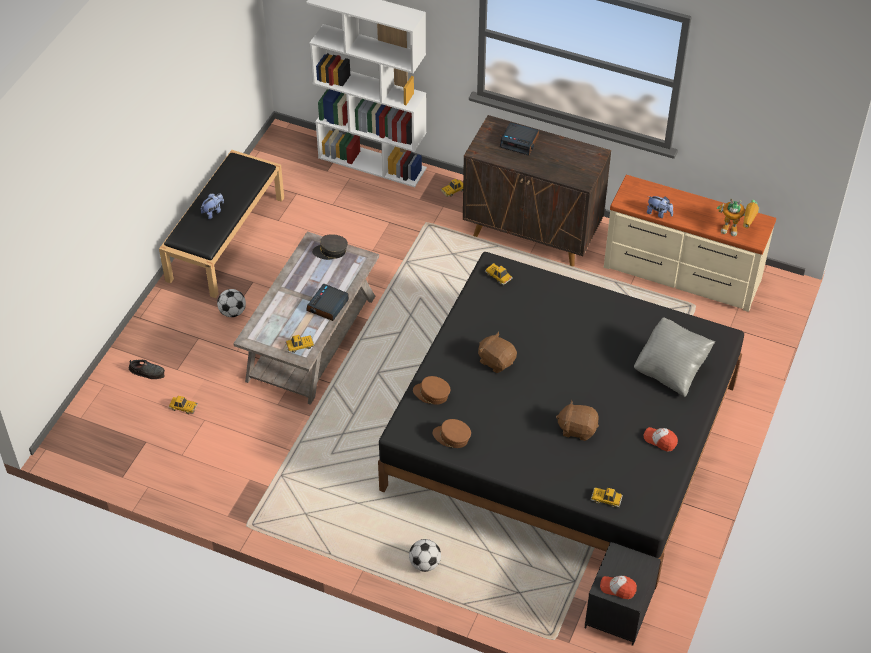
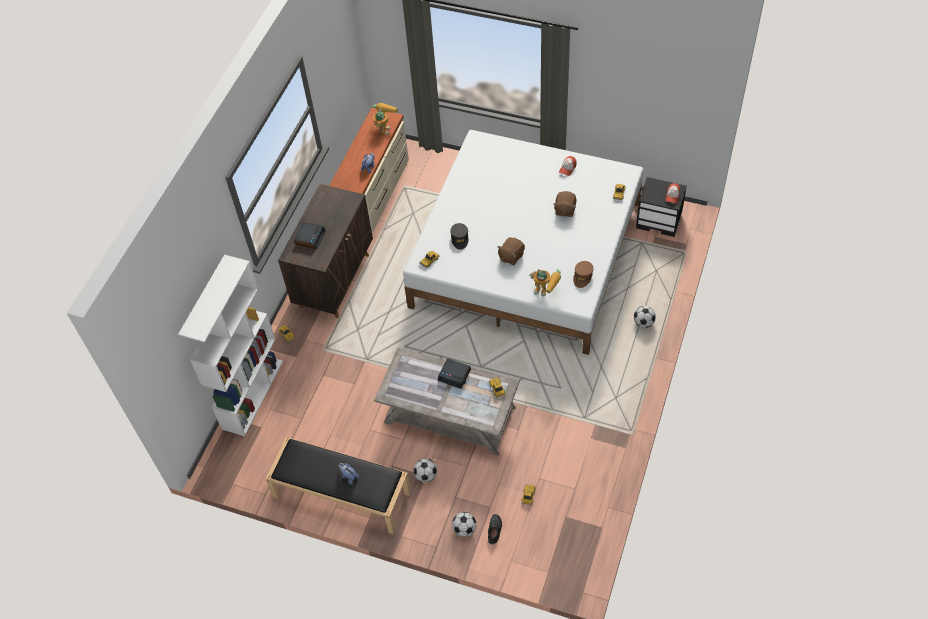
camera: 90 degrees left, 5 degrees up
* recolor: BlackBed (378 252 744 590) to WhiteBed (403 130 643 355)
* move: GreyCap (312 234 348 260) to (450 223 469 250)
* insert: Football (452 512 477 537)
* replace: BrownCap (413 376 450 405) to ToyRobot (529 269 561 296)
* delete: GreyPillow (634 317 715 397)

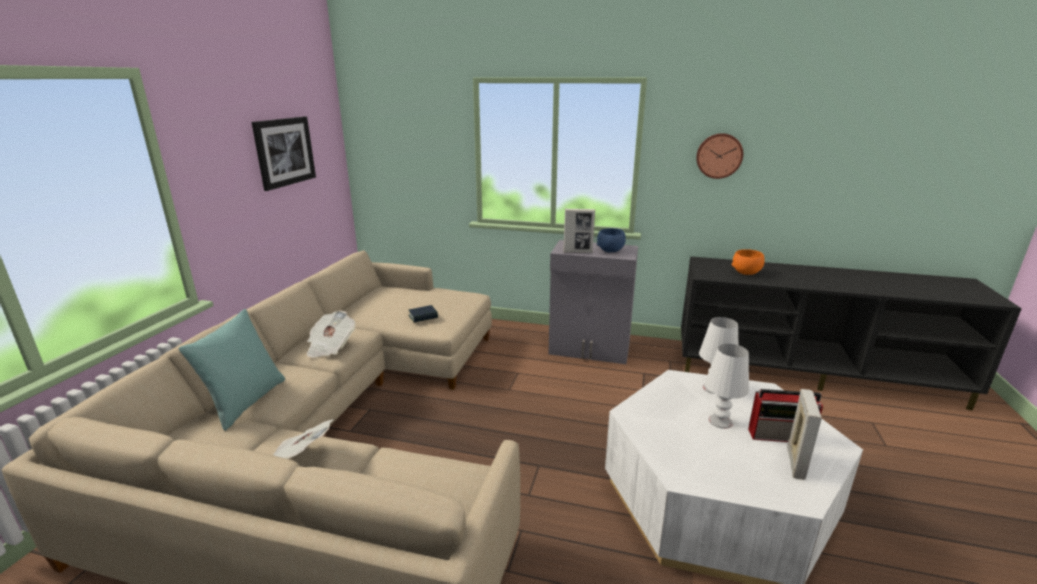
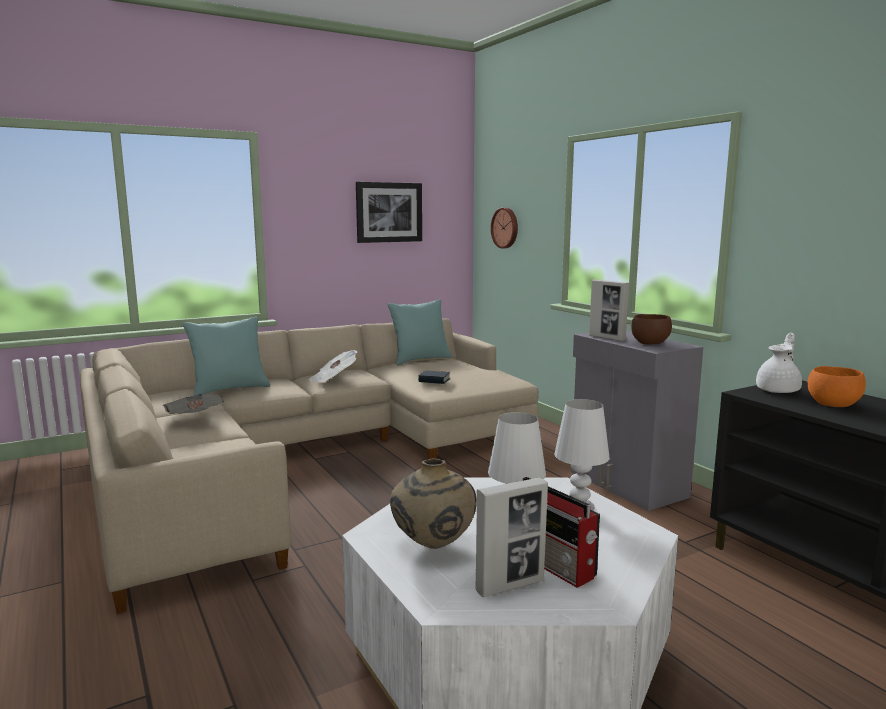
camera: 45 degrees right, 10 degrees down
* insert: TurquoisePillow (387 300 452 365)
* insert: BeigeVase (390 459 477 549)
* move: WallClock (696 133 743 179) to (491 208 518 249)
* recolor: BlueBowl (596 228 626 252) to BrownBowl (631 314 672 344)
* insert: WhiteTeapot (756 332 802 393)

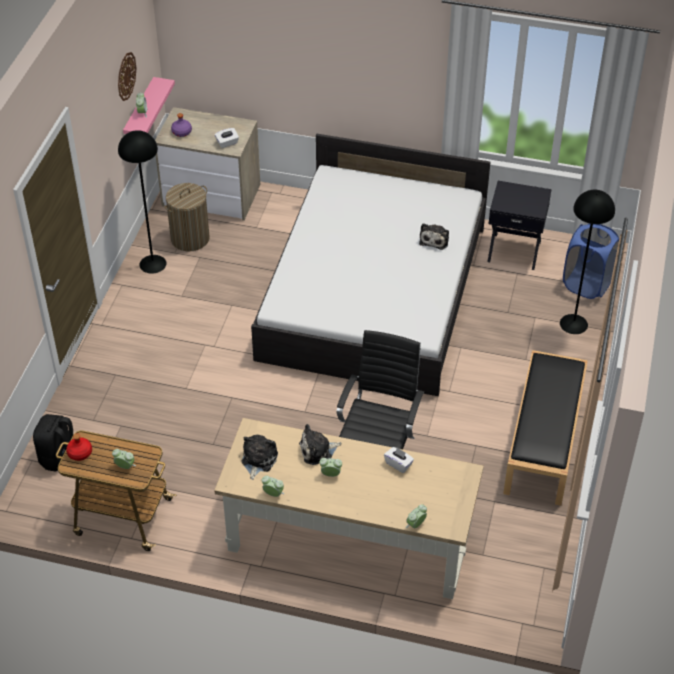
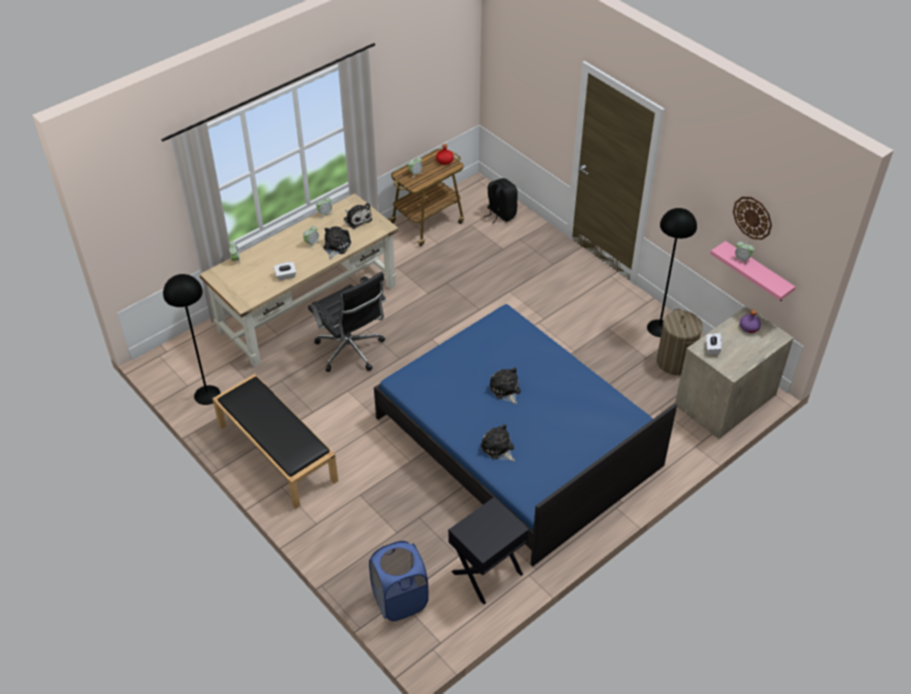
camera: 125 degrees right, 0 degrees up
* move: BlackFloorLamp (560 190 615 334) to (163 274 221 405)
* recolor: WhiteBed (251 134 491 396) to BlueBed (374 304 677 566)
* insert: PlushToy (490 367 521 404)

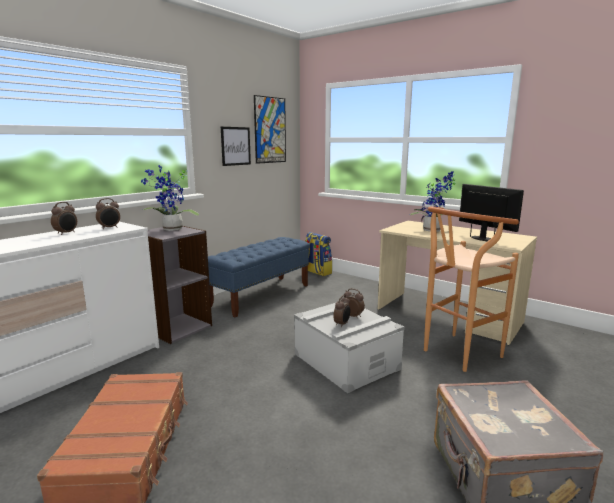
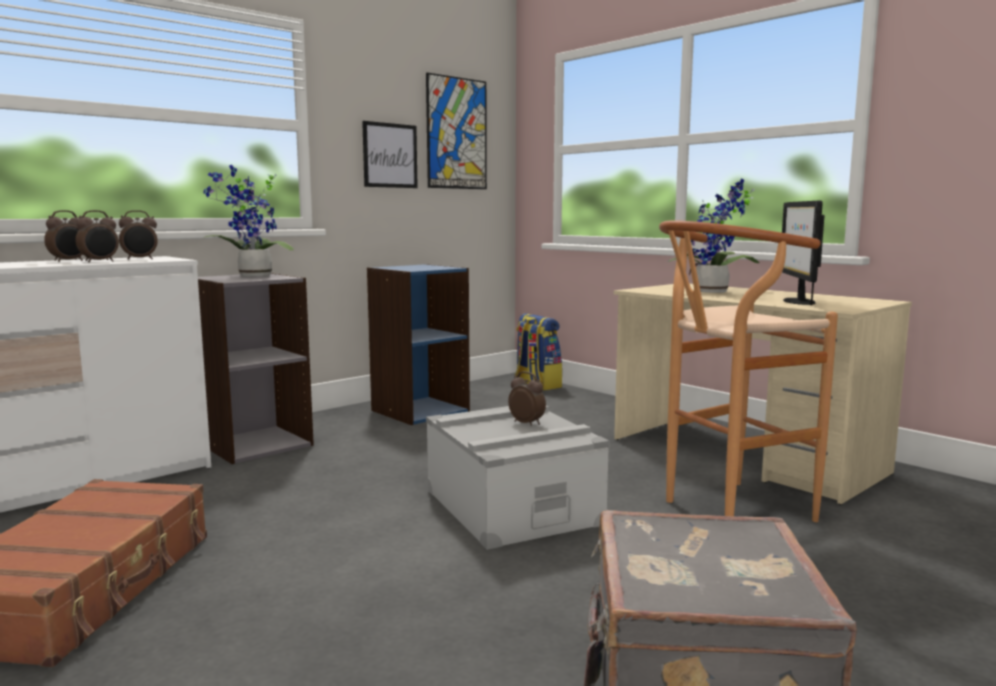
camera: 10 degrees right, 5 degrees down
* move: AlarmClock (333 295 350 328) to (75 210 119 262)
* replace: BlueBench (208 237 310 317) to BlueBookcase (367 264 470 425)
* rotate: Monitor (459 184 524 241) = (782 200 824 305) 150 degrees counterclockwise

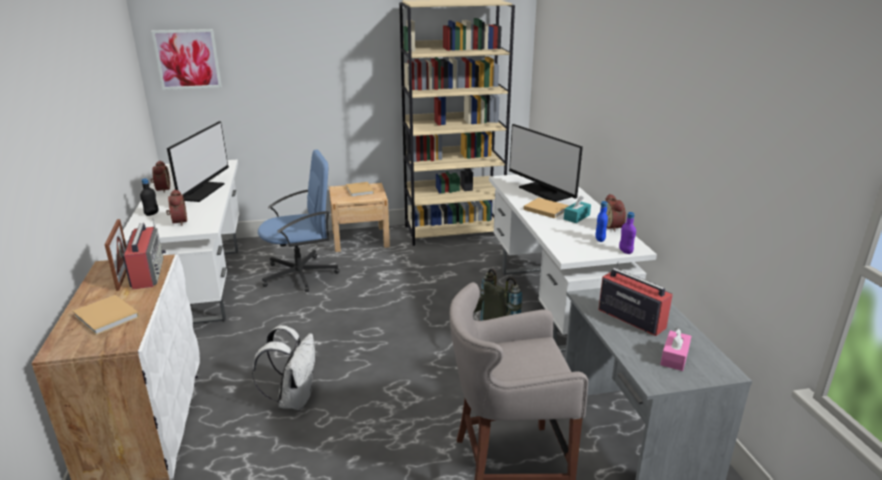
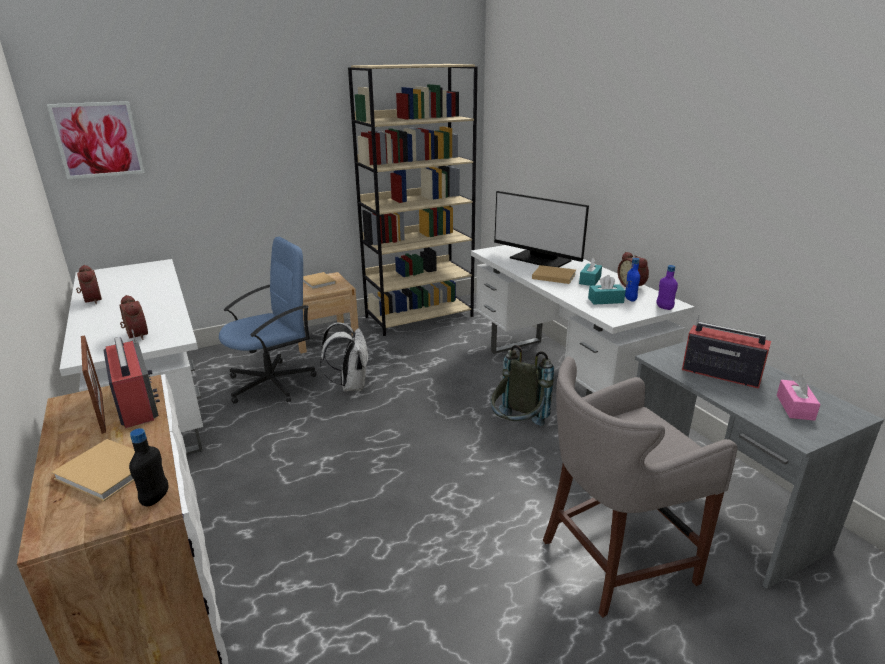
camera: 15 degrees left, 0 degrees up
* move: BlackBottle (140 178 159 216) to (129 428 169 506)
* move: WhiteBackpack (252 325 315 410) to (320 322 369 391)
* insert: TurquoiseTissueBox (588 275 626 305)
* delete: Monitor (167 121 229 202)

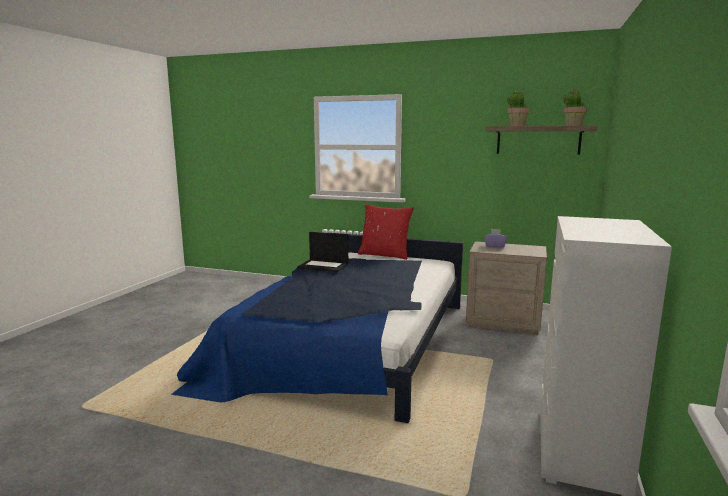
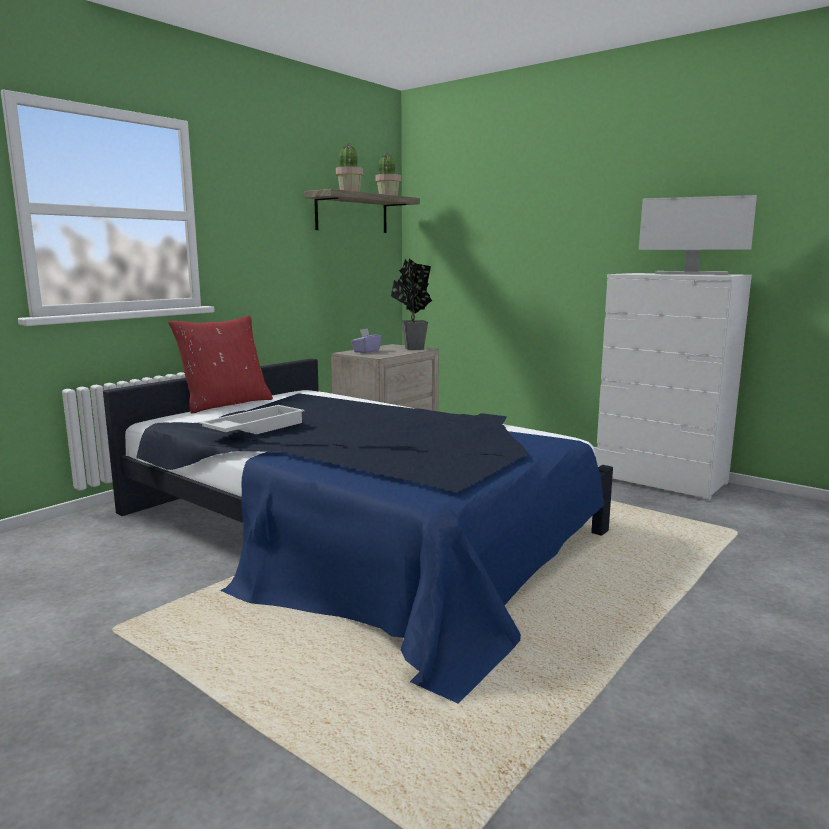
camera: 70 degrees left, 0 degrees up
* replace: Laptop (297 232 348 272) to WhiteTray (199 405 305 434)
* insert: PottedPlant (391 259 432 350)
* insert: Monitor (639 195 757 275)

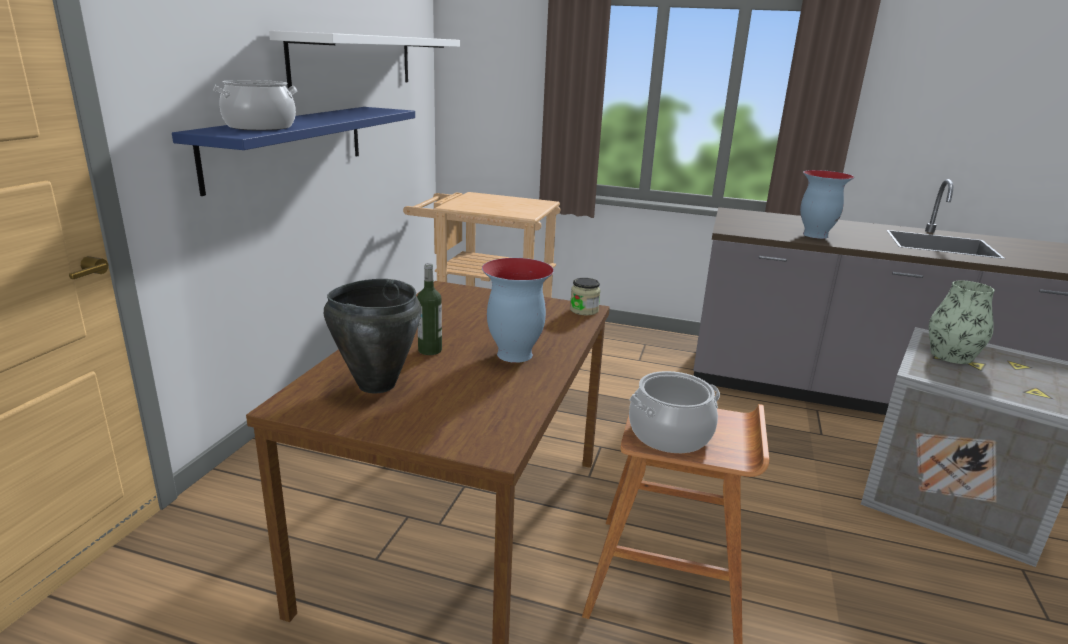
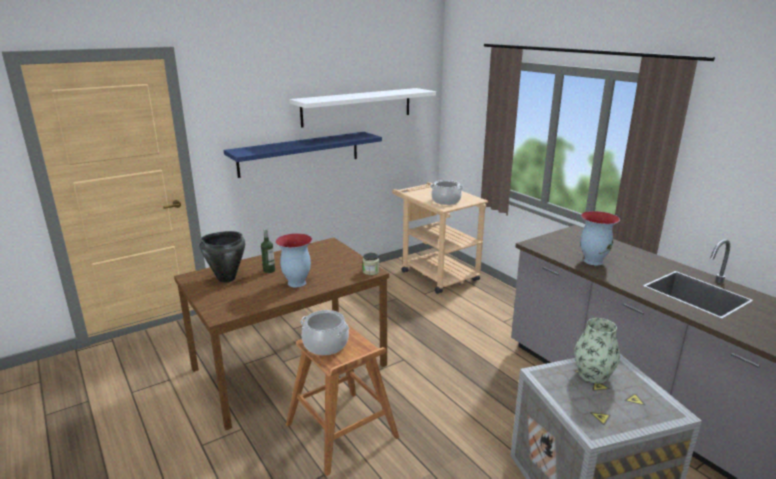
camera: 40 degrees right, 0 degrees up
* move: CookingPot (213 80 298 131) to (430 180 464 205)

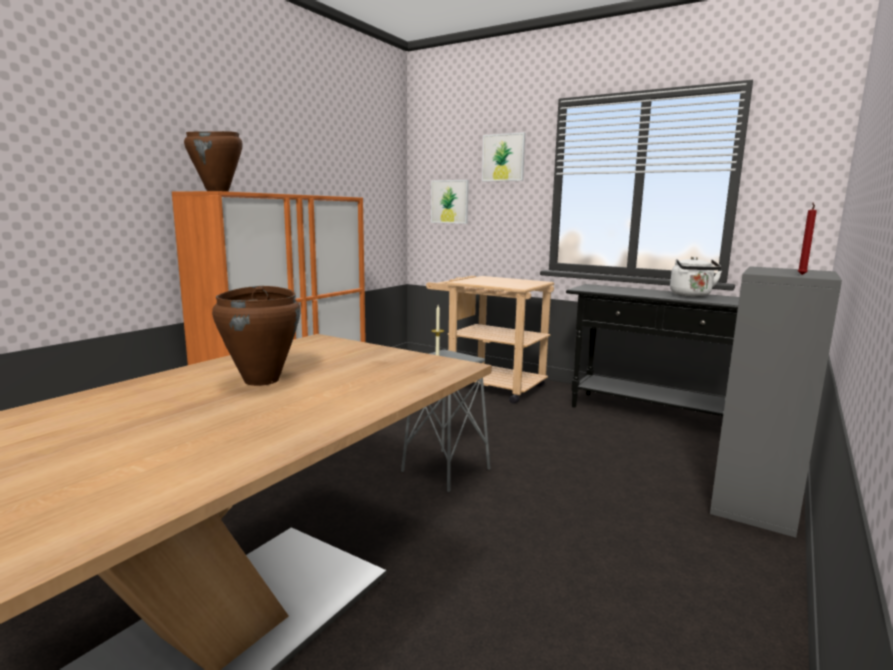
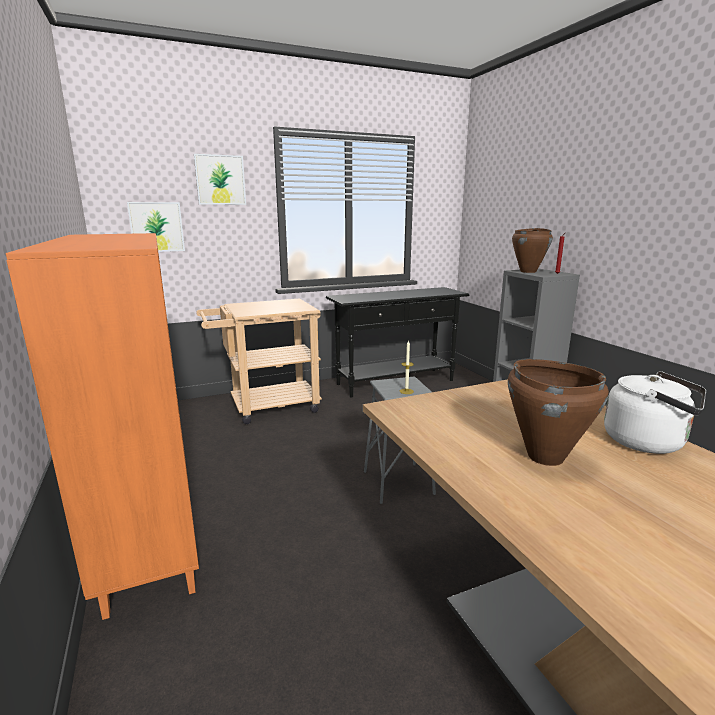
camera: 55 degrees left, 5 degrees up
* move: BrownCookingPot (184 131 243 192) to (512 228 553 273)
* move: WhiteKettle (670 257 722 297) to (604 371 706 454)

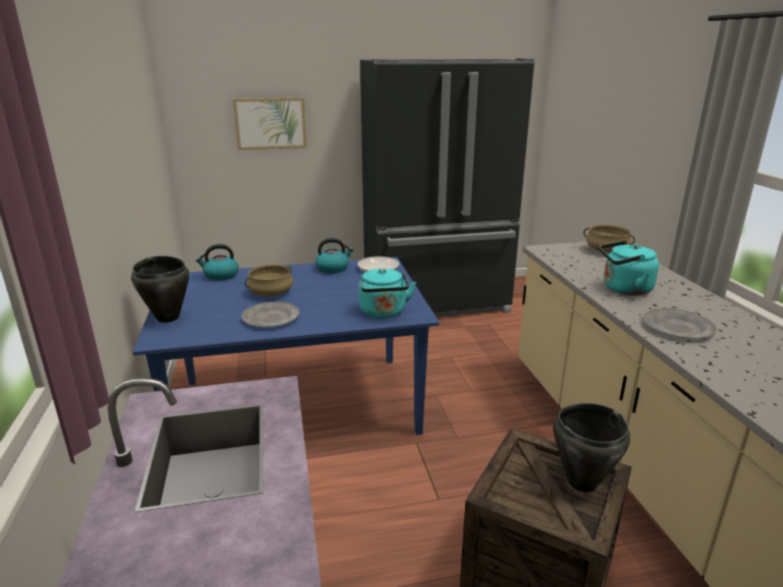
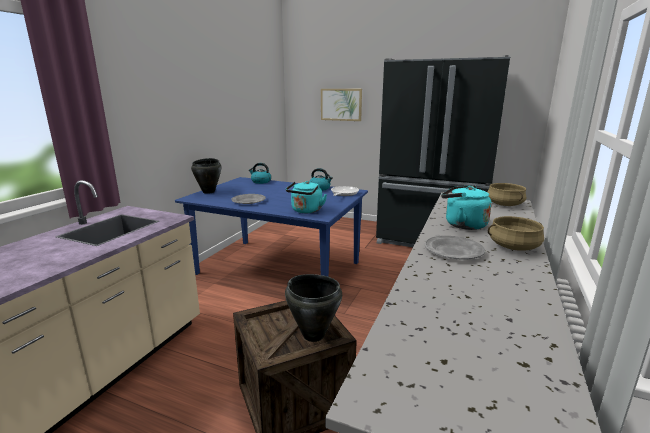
camera: 35 degrees right, 5 degrees down
* move: BeigeCookingPot (244 265 293 296) to (488 216 544 251)

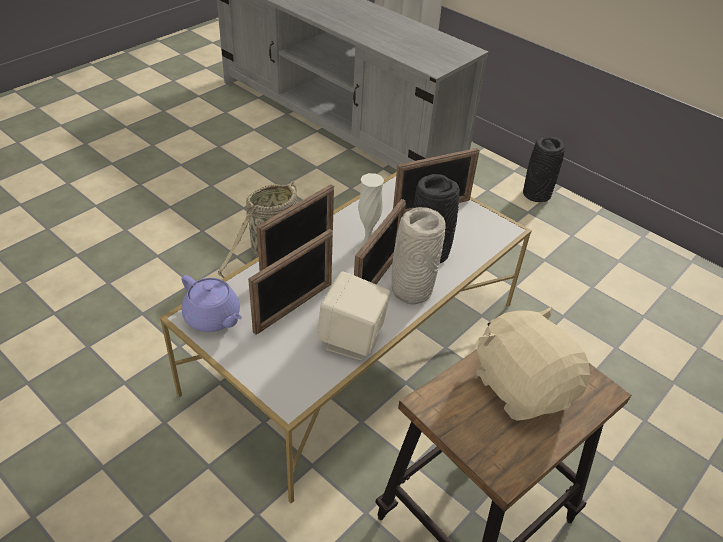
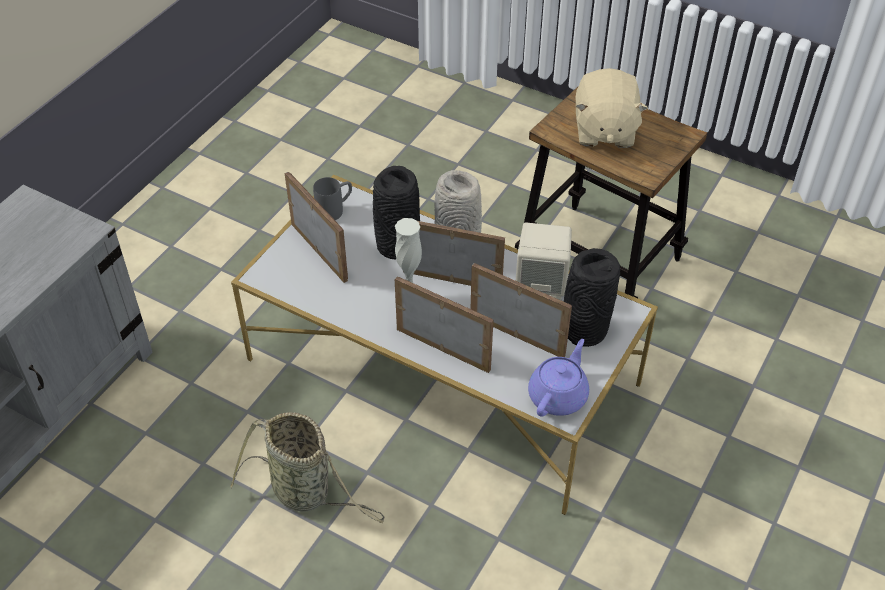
camera: 100 degrees left, 5 degrees up
* insert: GreyMug (313 177 352 220)
* move: BlackVase (523 137 565 202) to (564 248 620 347)
* rotate: BeigePlushToy (476 307 590 421) = (575 68 648 148) 45 degrees counterclockwise

